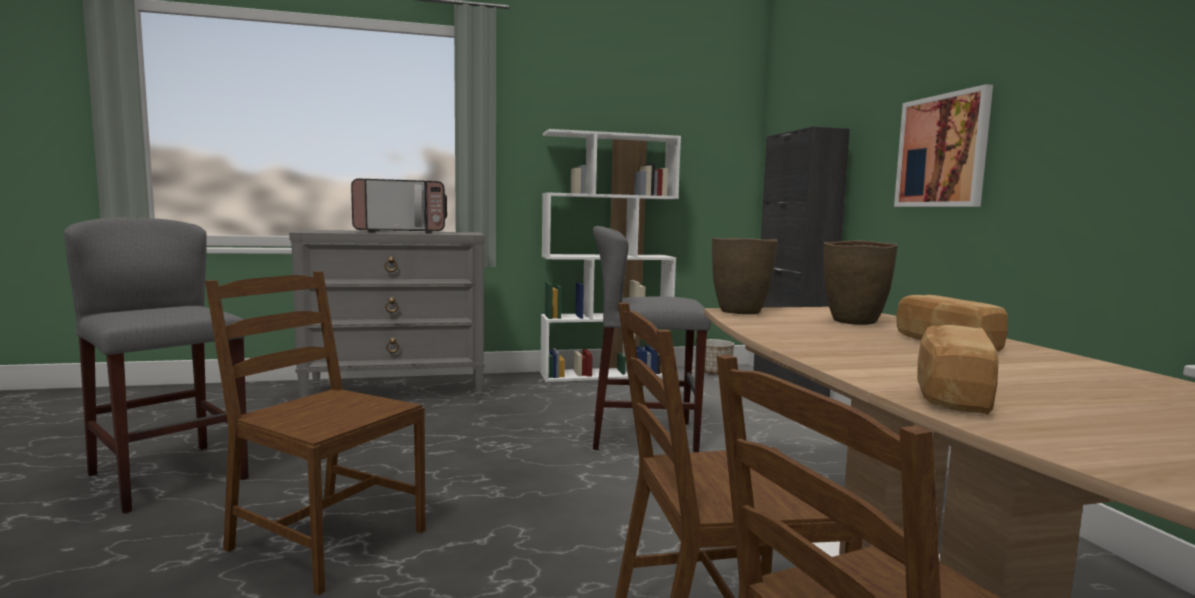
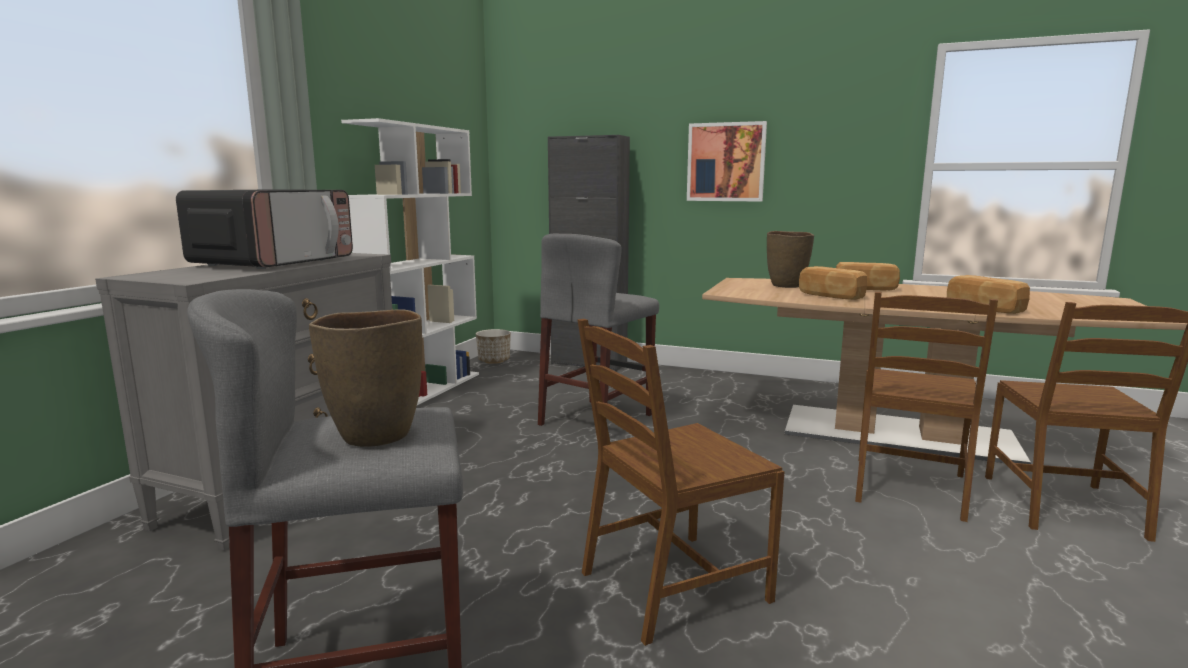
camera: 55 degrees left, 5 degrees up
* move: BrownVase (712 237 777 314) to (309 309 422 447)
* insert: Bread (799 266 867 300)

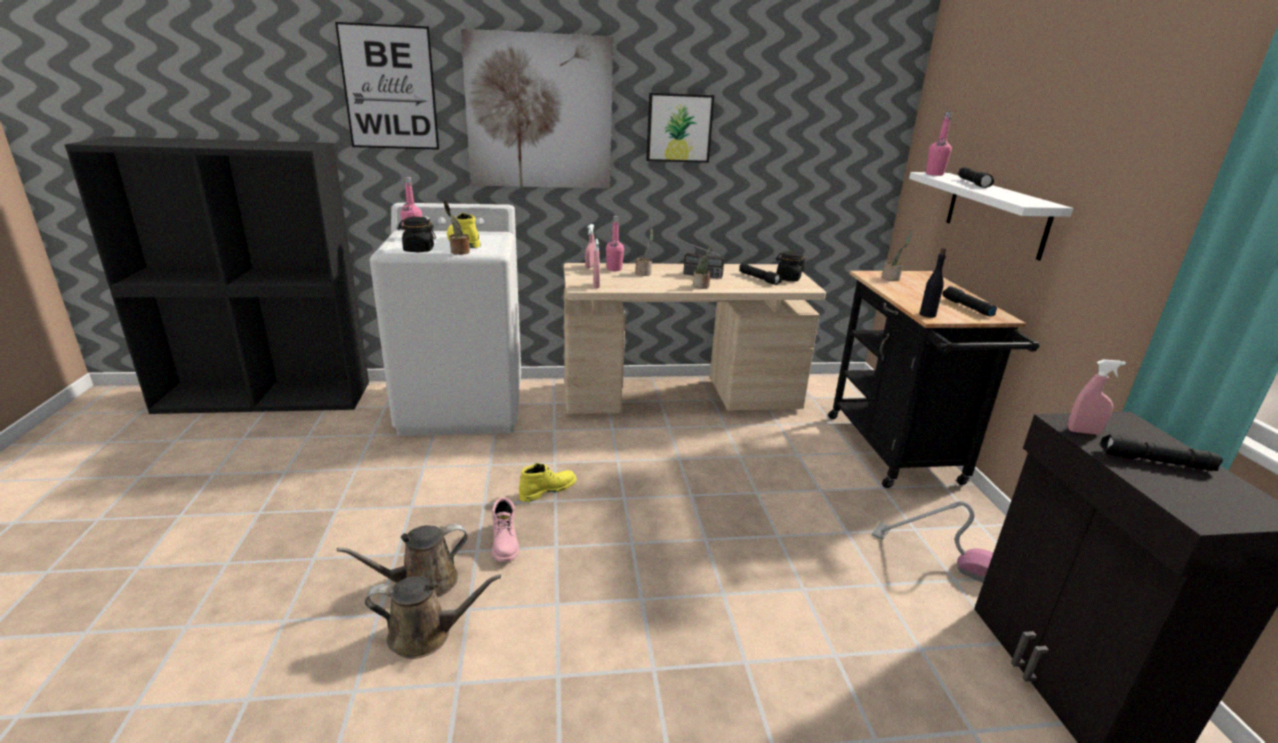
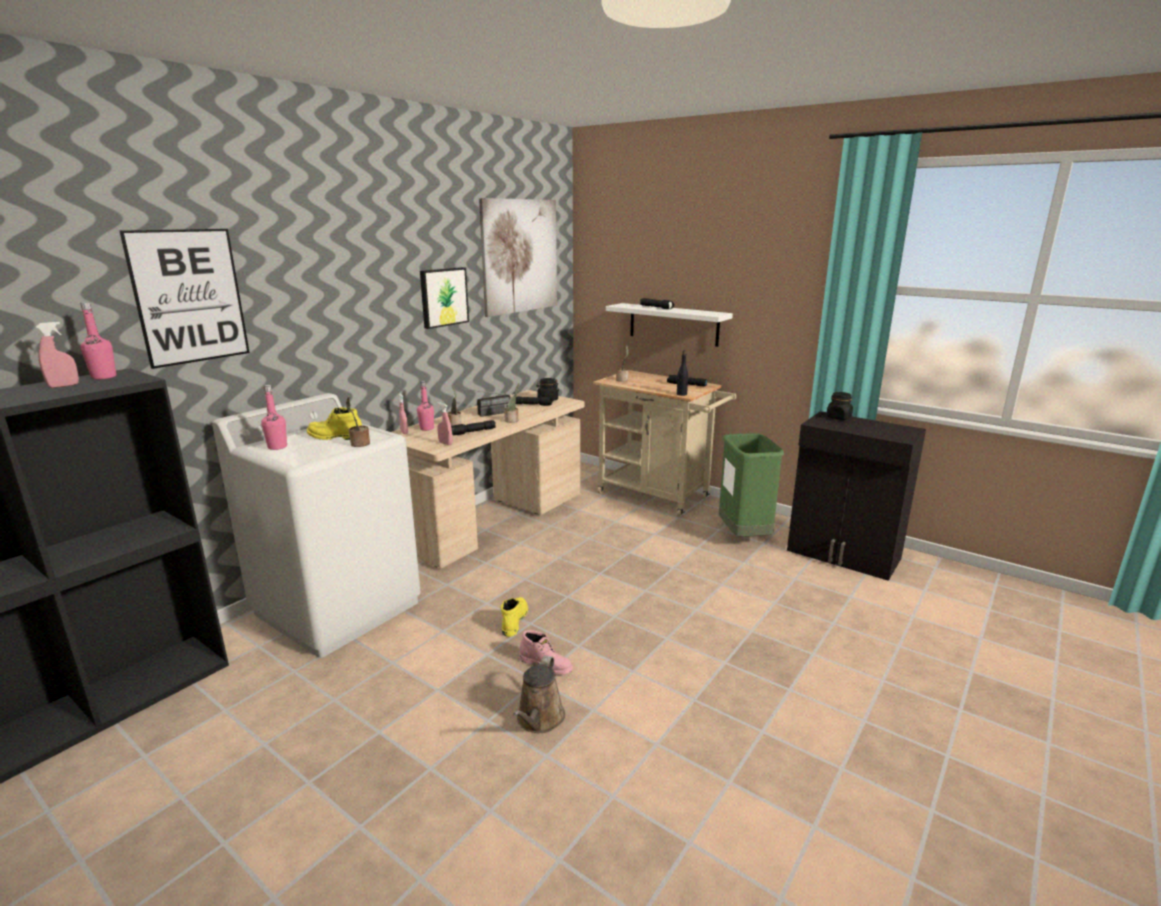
camera: 45 degrees left, 5 degrees down
* move: PinkSprayBottle (1068 359 1126 434) to (36 322 79 388)
* move: PinkBottle (926 111 952 176) to (80 302 116 380)
* move: BlackFlashlight (1100 434 1223 471) to (451 420 496 435)
* move: Picture (461 29 613 189) to (479 198 557 317)
* recolor: BlackCart (828 271 1039 488) to BeigeCart (593 370 736 517)
* replace: VacuumCleaner (872 501 993 584) to GreenTrashCan (719 433 784 537)
* move: BlackJar (398 217 436 252) to (826 392 853 420)
* delete: BrownWateringCan (365 575 501 659)

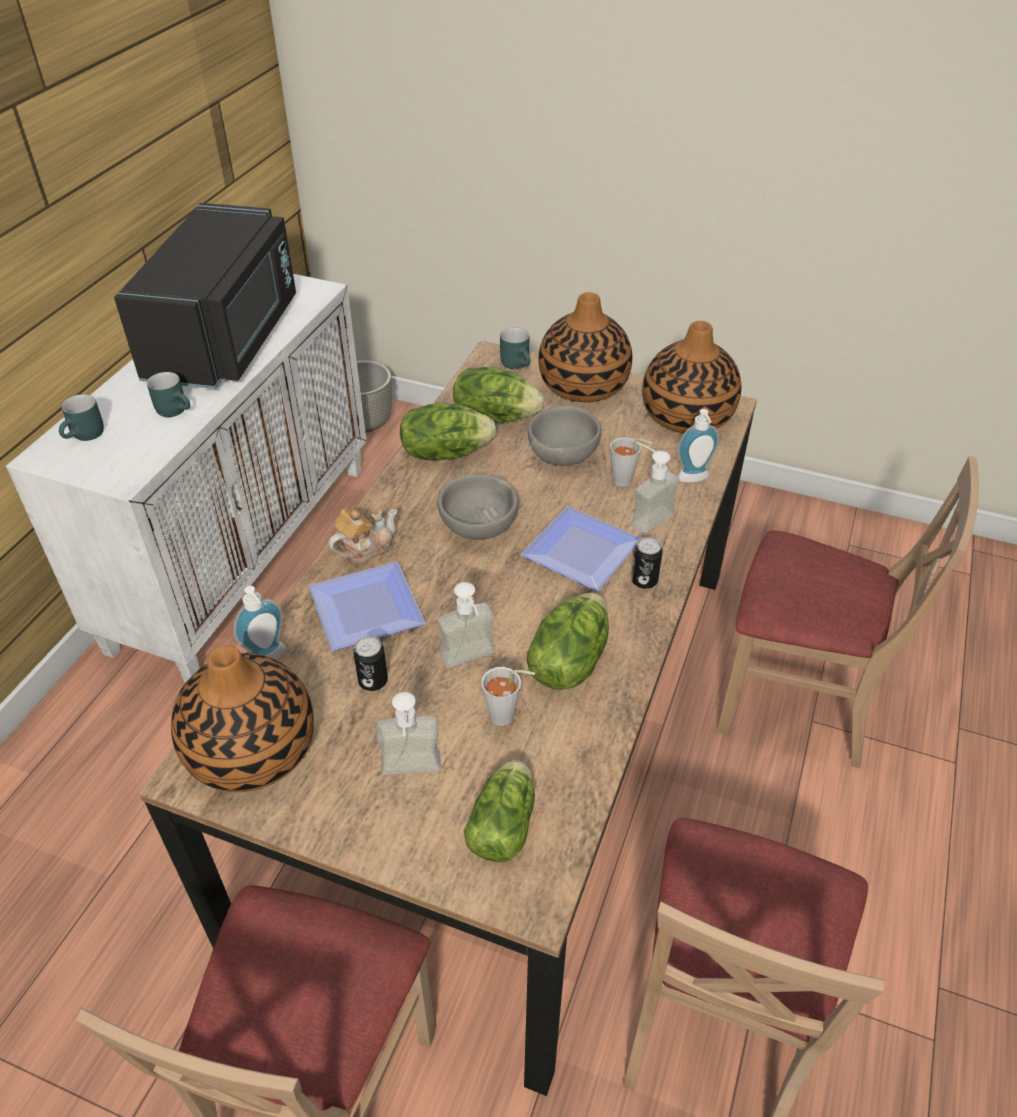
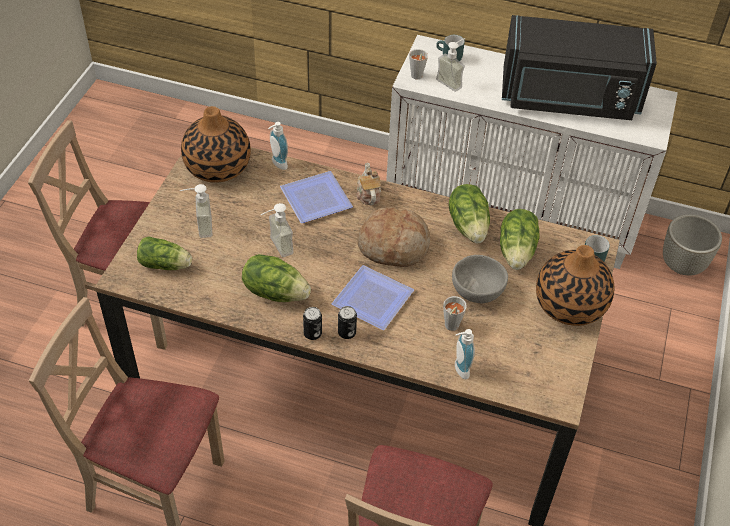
camera: 85 degrees right, 5 degrees up
* move: Can (353 636 388 691) to (303 307 322 340)
* rotate: Teapot (328 509 397 564) = (356 162 381 205) 150 degrees counterclockwise
* replace: GreyBowl (437 474 519 540) to Bread (357 207 430 267)
* move: GreyCup (481 667 535 726) to (409 49 428 80)
* move: SoapDispenser (631 443 679 534) to (436 38 465 92)
* delete: TurquoiseMug (147 372 190 417)
* delete: Vase (642 321 741 433)

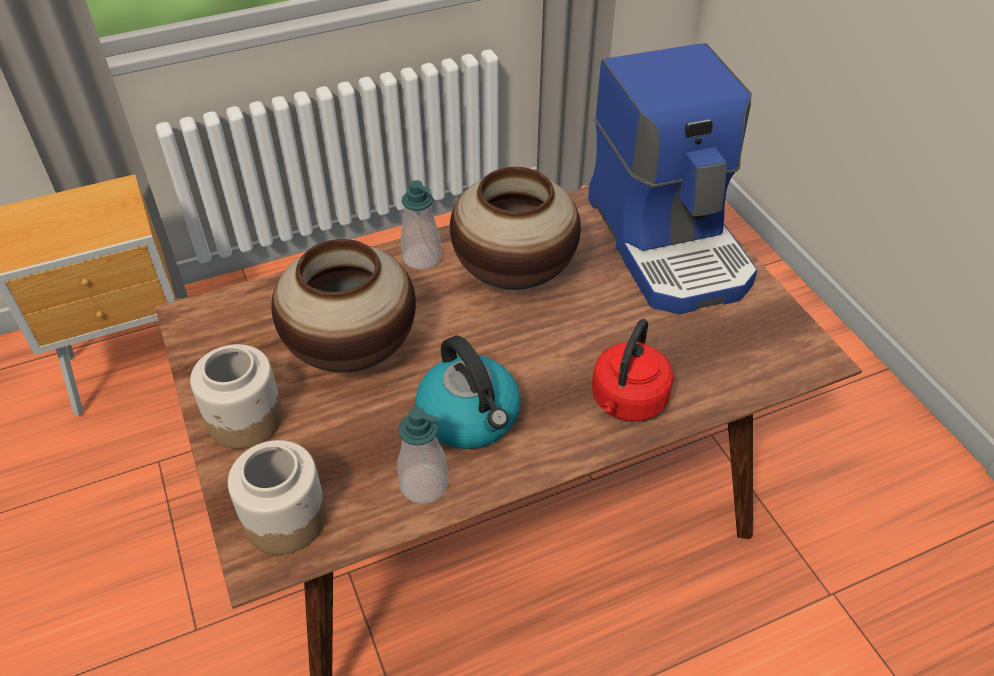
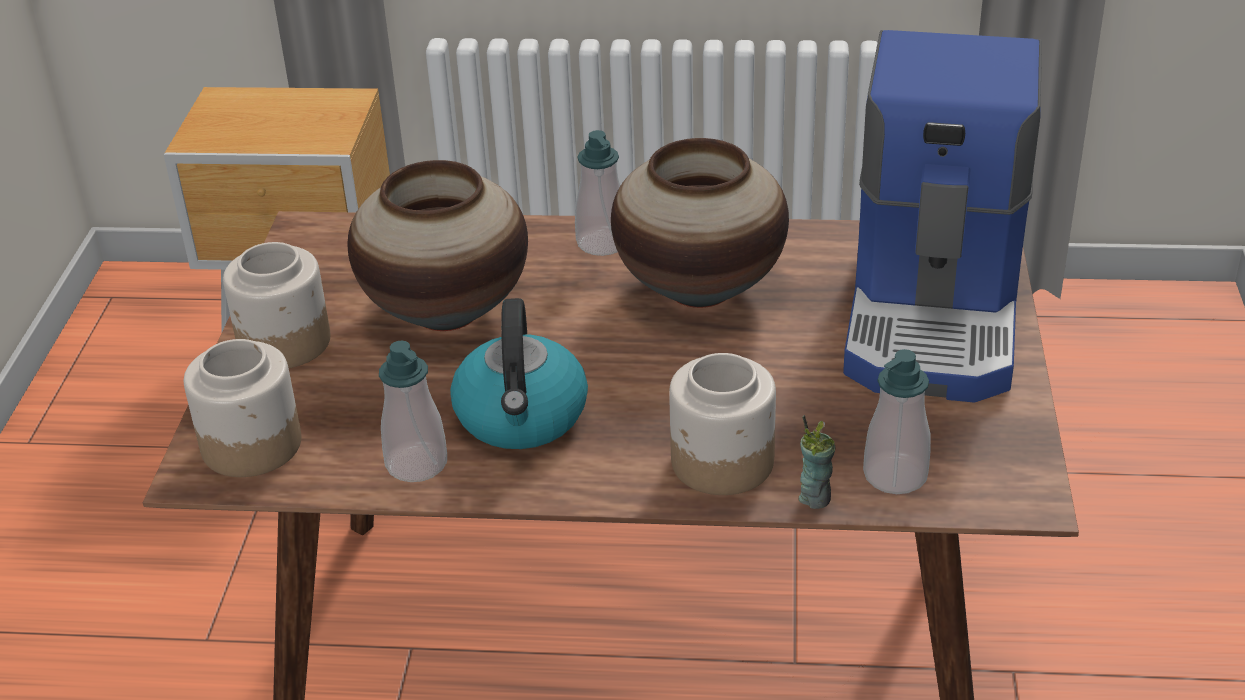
camera: 30 degrees right, 10 degrees down
* replace: RedKettle (592 319 674 421) to Jar (669 353 776 495)
* insert: Cup (799 415 835 509)
* insert: SoapDispenser (863 349 931 494)

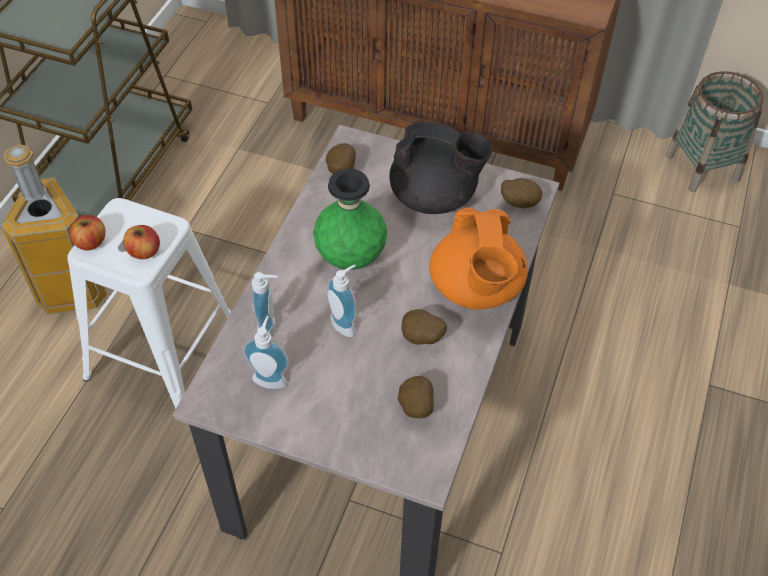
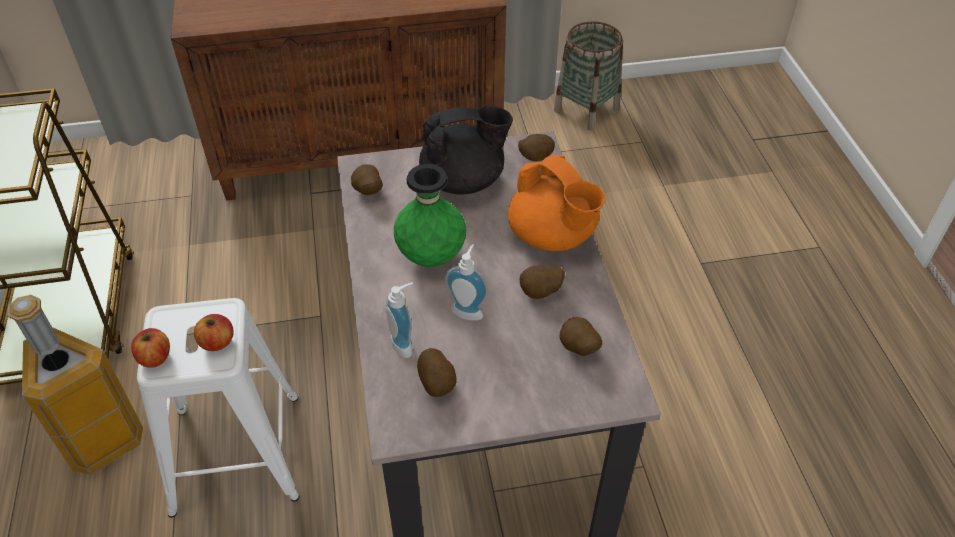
camera: 30 degrees left, 5 degrees down
* replace: SoapDispenser (243 316 289 389) to Potato (417 348 457 397)

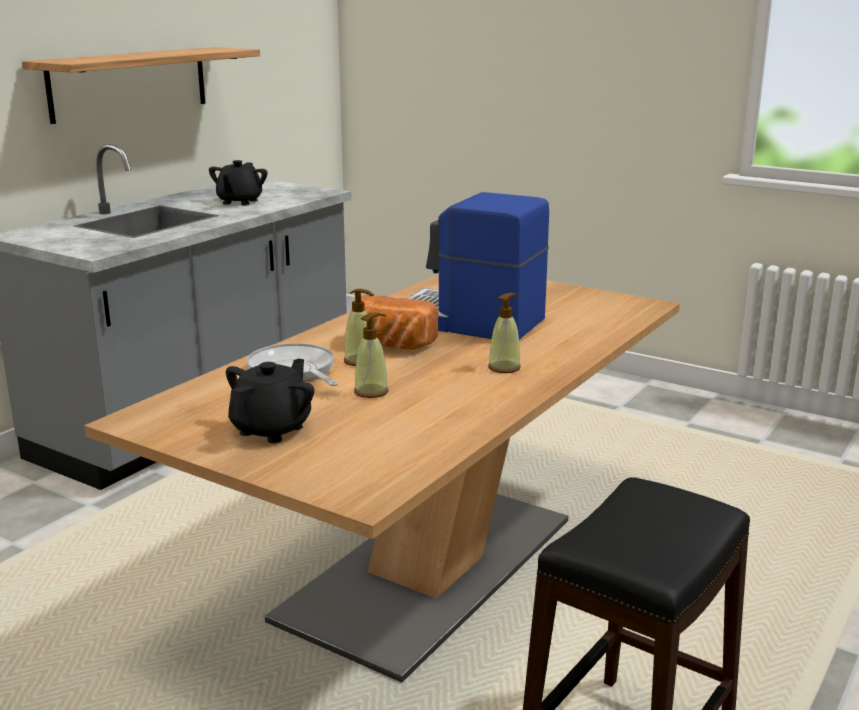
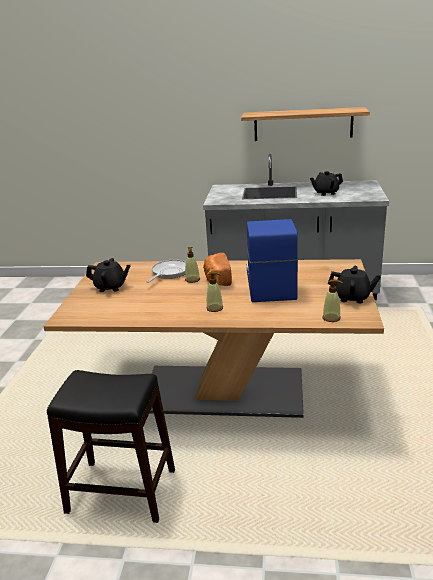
camera: 65 degrees right, 5 degrees up
* move: SoapDispenser (354 313 389 398) to (322 279 343 322)
* insert: BlackTeapot (328 266 381 303)

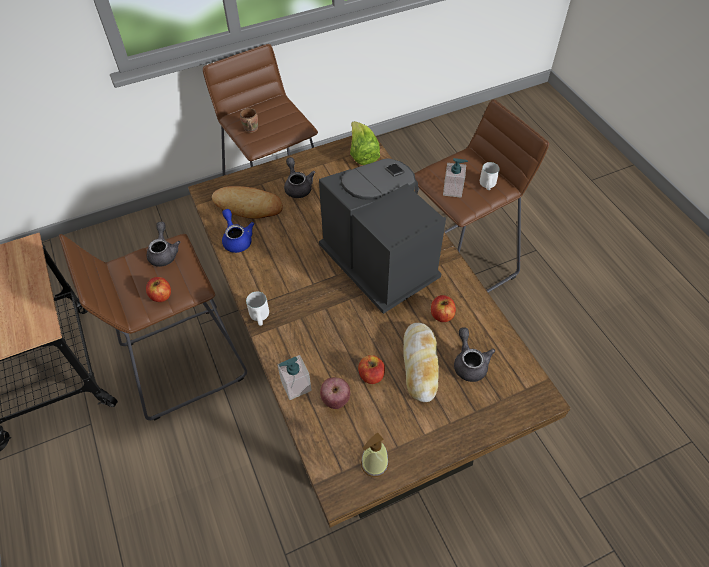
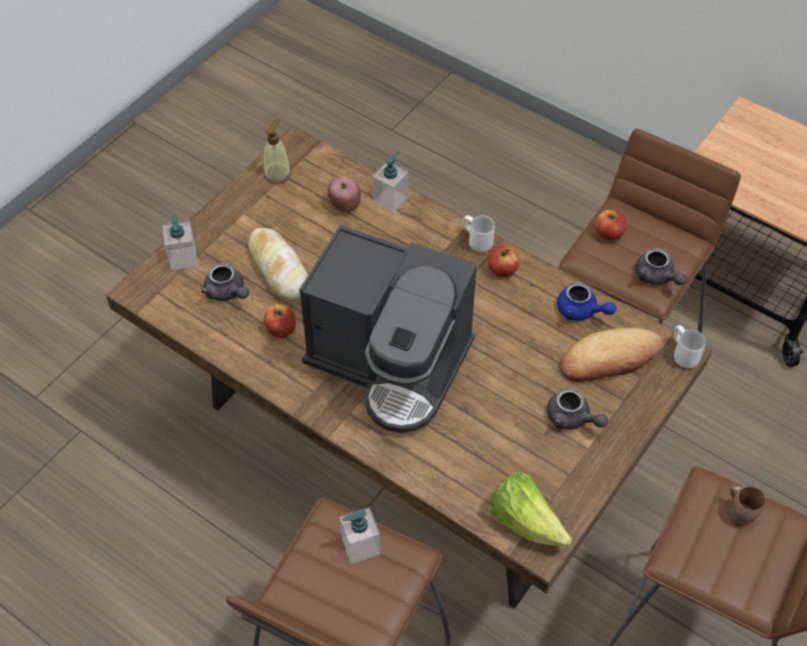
camera: 150 degrees right, 0 degrees up
* insert: SoapDispenser (163 215 198 270)
* move: Apple (358 355 385 384) to (488 245 519 277)
* move: WhiteMug (480 162 500 190) to (674 325 706 368)

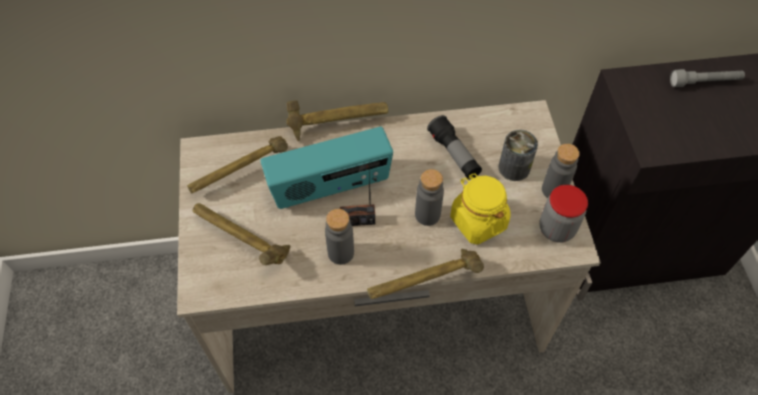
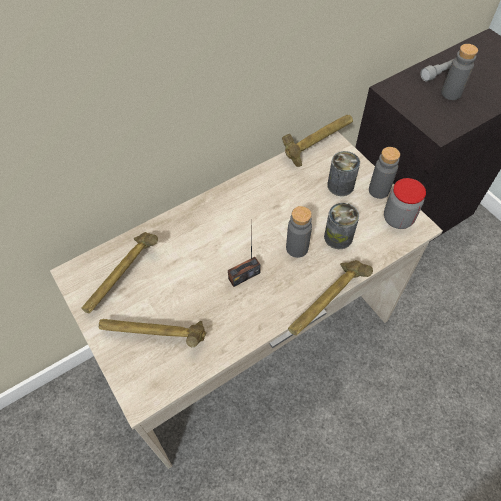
camera: 25 degrees left, 0 degrees up
* move: Hammer (286 100 388 141) to (282 115 353 167)
* replace: YellowJar (450 173 511 245) to Can (324 203 359 249)
* move: GreyBottle (325 209 354 265) to (441 44 478 100)
* delete: Radio (261 127 393 209)
* delete: Flashlight (427 115 482 180)

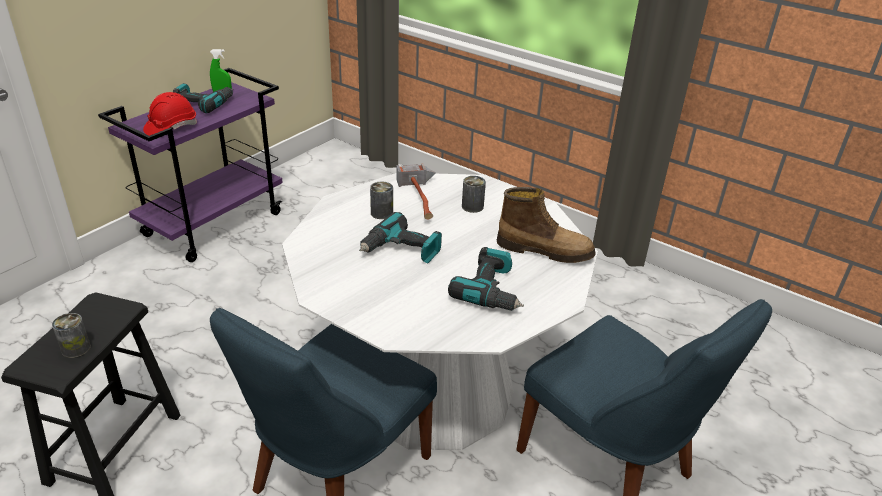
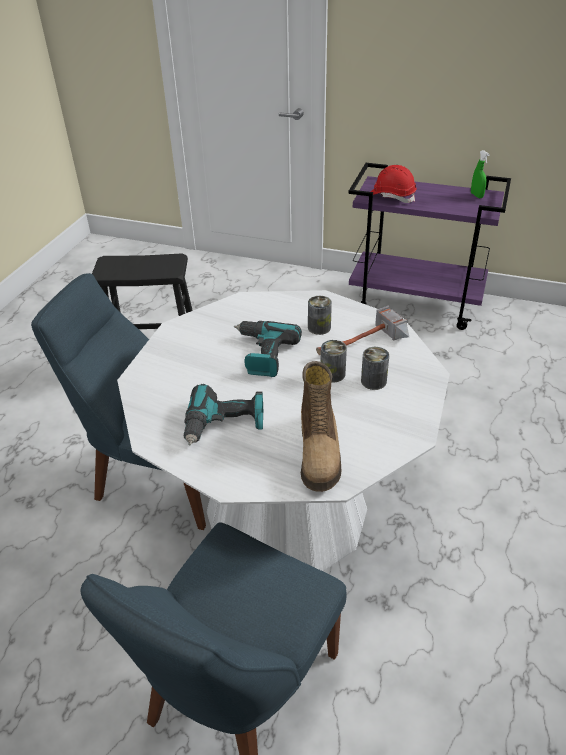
camera: 75 degrees right, 5 degrees up
* move: Can (52 313 90 358) to (321 340 347 383)
* delete: PowerDrill (173 83 233 113)

